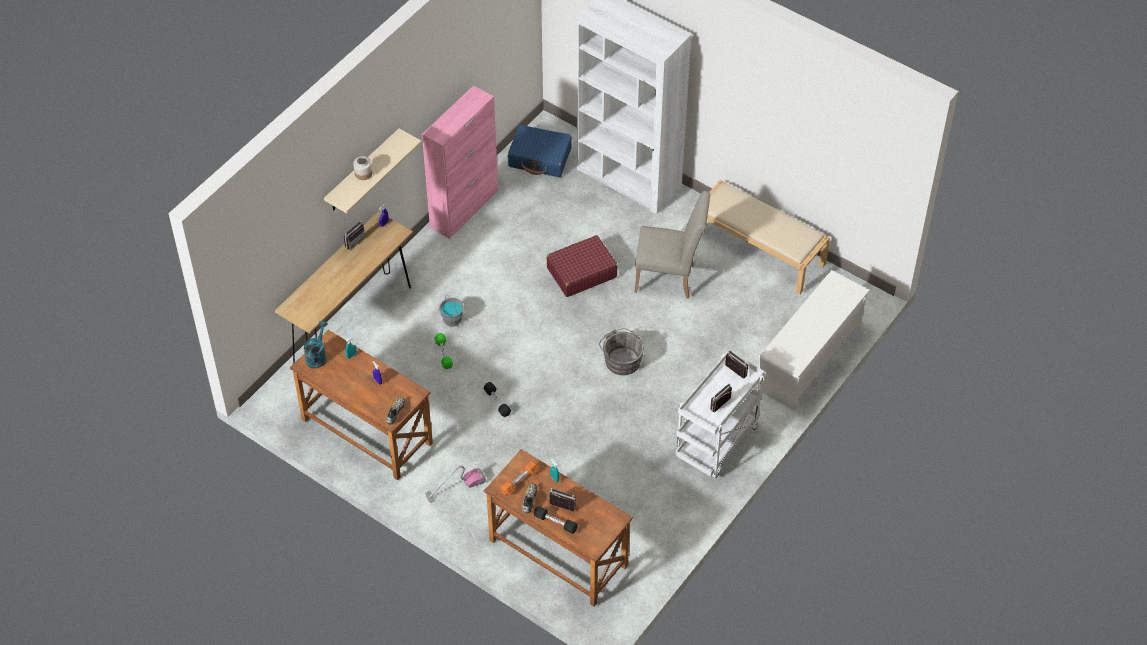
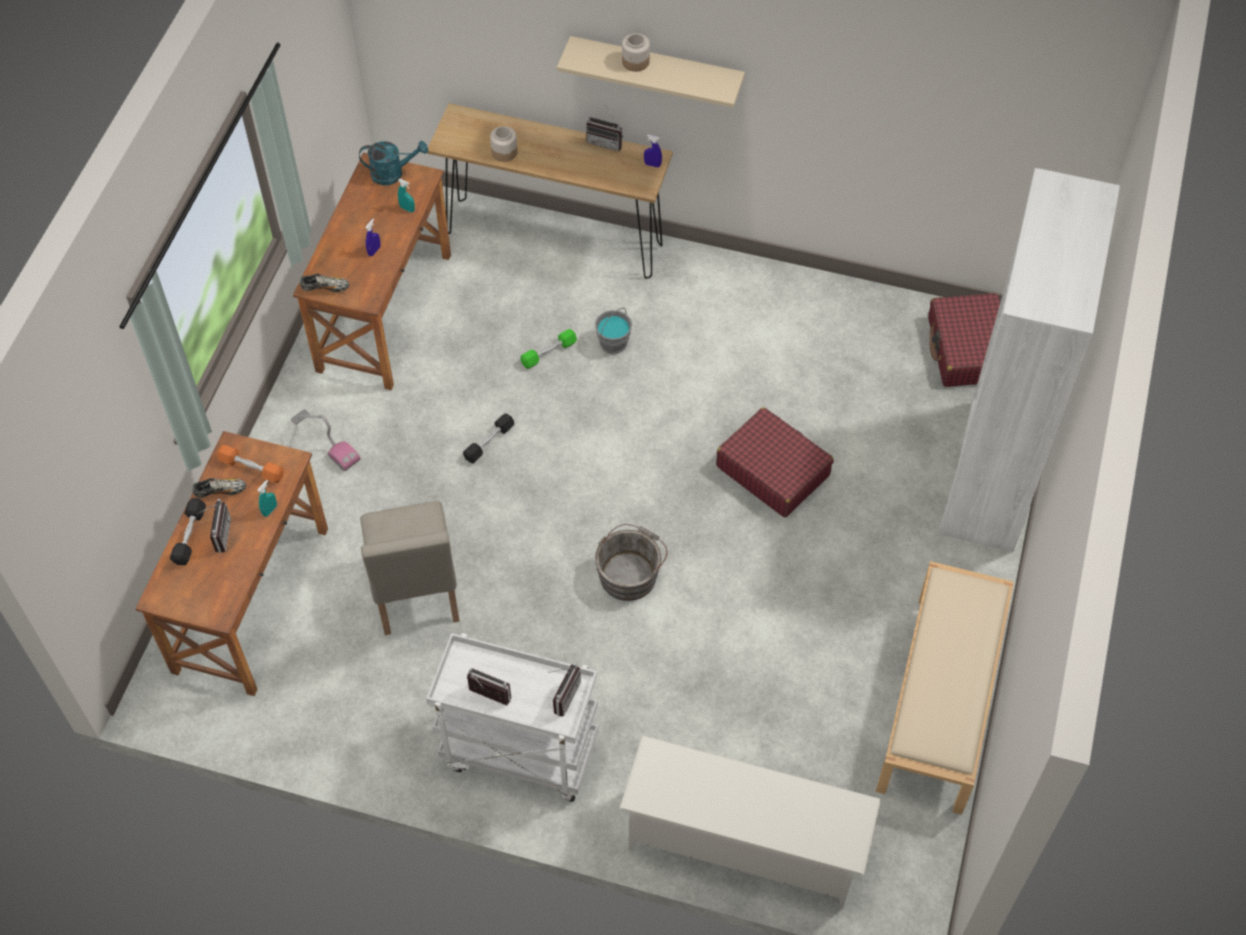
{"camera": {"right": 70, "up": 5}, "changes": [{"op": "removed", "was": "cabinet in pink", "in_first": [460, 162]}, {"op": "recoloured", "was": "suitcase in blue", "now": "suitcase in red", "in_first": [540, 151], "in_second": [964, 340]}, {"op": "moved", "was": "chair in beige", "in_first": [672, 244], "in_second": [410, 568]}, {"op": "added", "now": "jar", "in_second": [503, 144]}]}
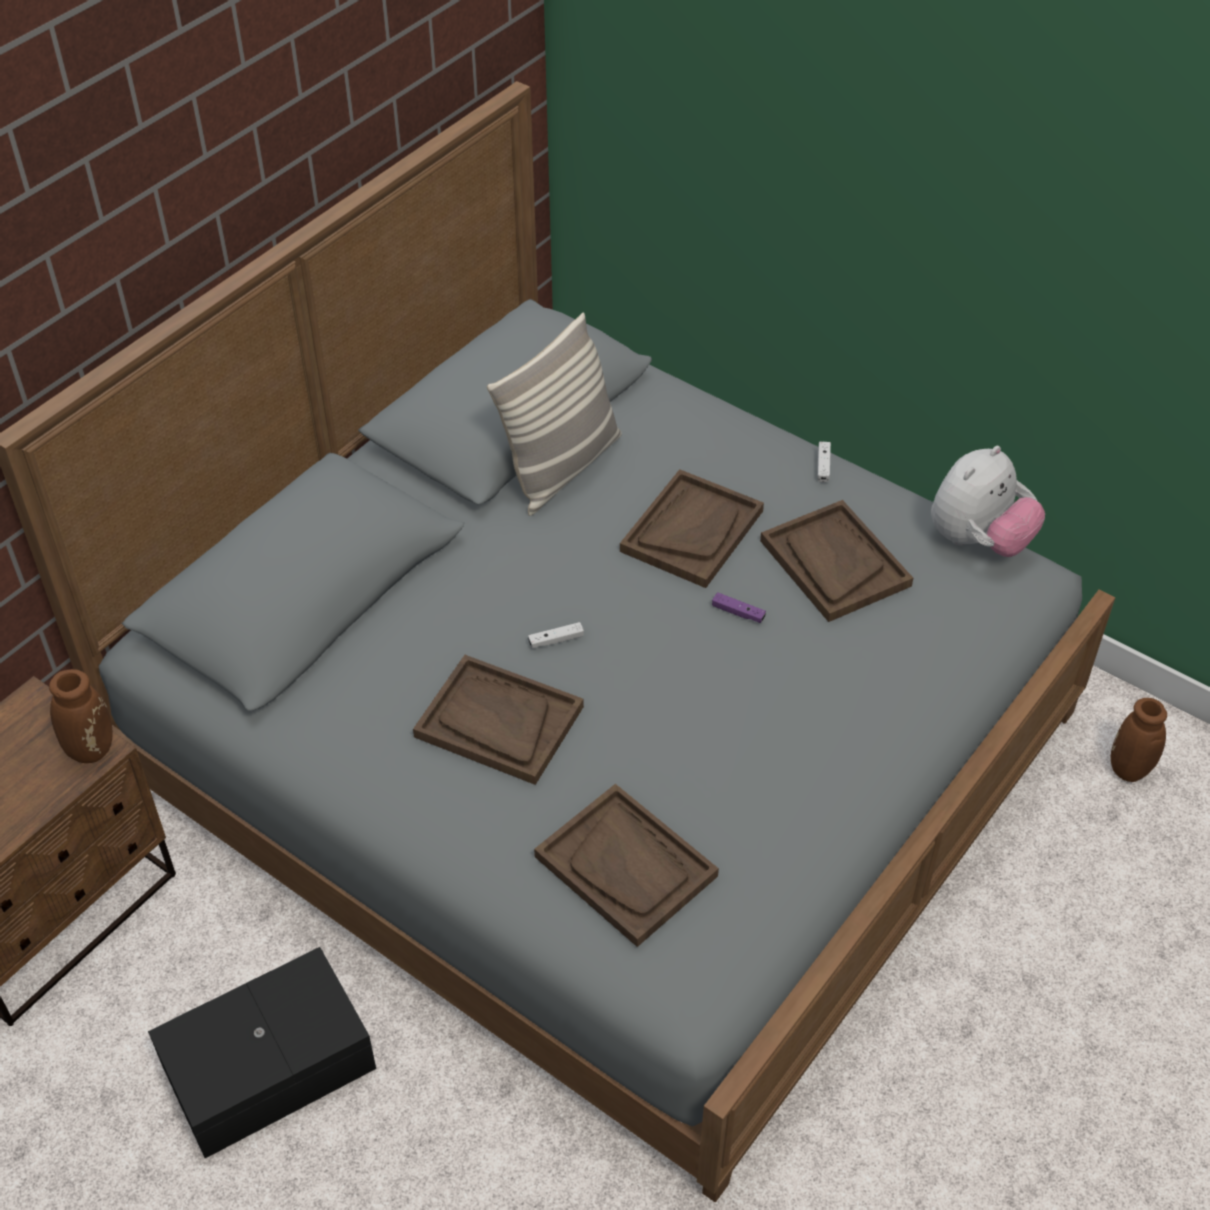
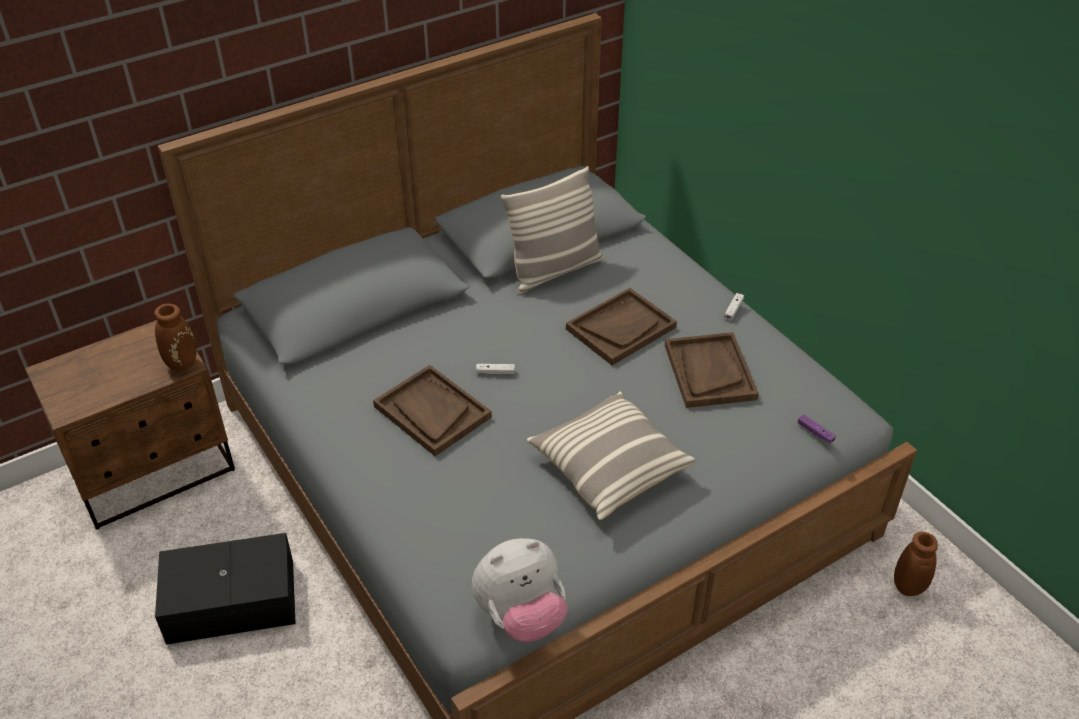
{"camera": {"right": 20, "up": -5}, "changes": [{"op": "removed", "was": "tray in brown", "in_first": [626, 865]}, {"op": "moved", "was": "game controller in purple", "in_first": [739, 607], "in_second": [817, 429]}, {"op": "moved", "was": "plush toy", "in_first": [988, 501], "in_second": [519, 590]}, {"op": "added", "now": "pillow", "in_second": [611, 456]}]}
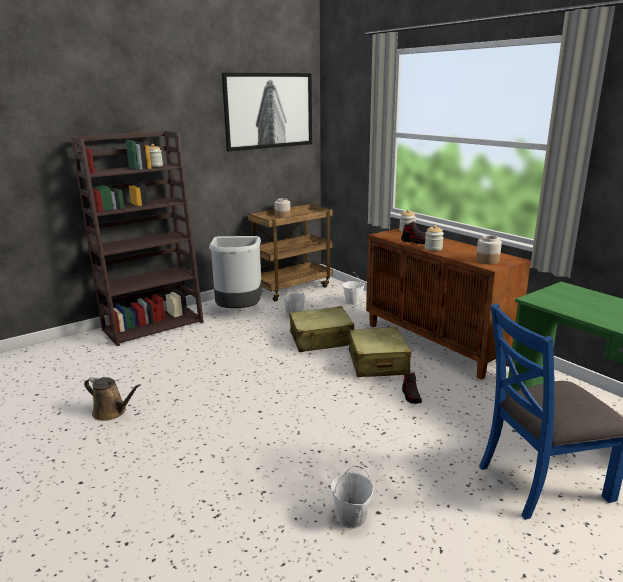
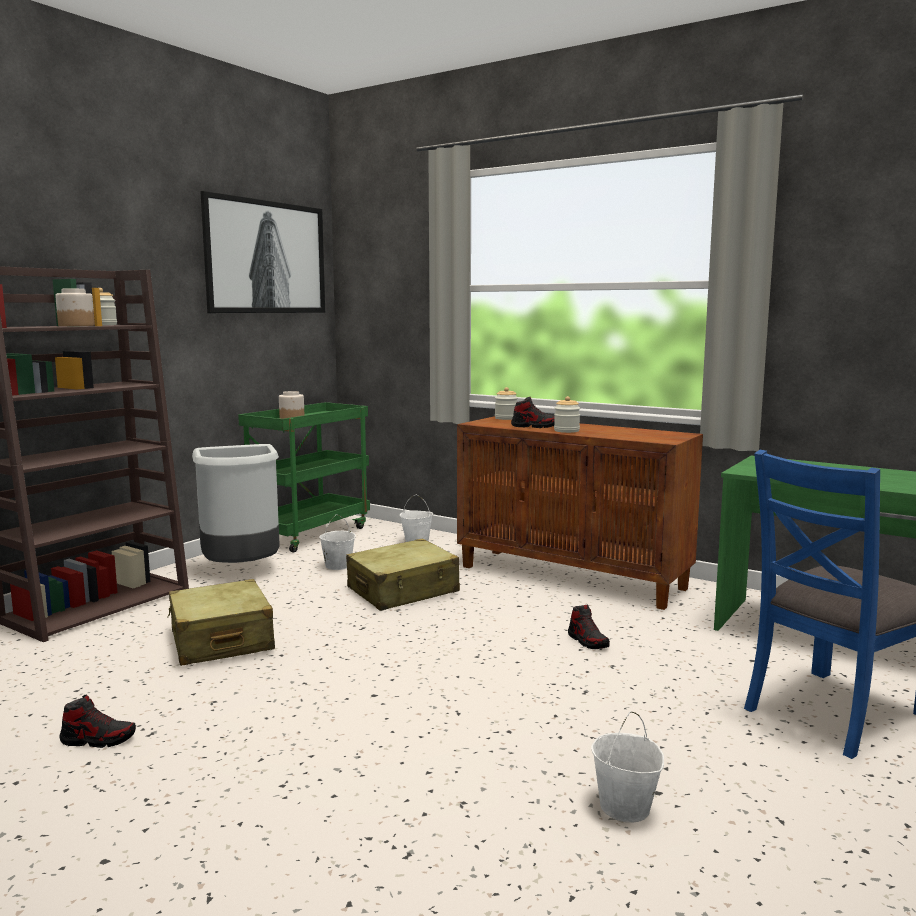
{"camera": {"right": -20, "up": -10}, "changes": [{"op": "replaced", "was": "watering can in brown", "now": "shoe", "in_first": [112, 399], "in_second": [98, 721]}, {"op": "recoloured", "was": "cart in brown", "now": "cart in green", "in_first": [290, 253], "in_second": [304, 477]}, {"op": "moved", "was": "suitcase in beige", "in_first": [379, 352], "in_second": [221, 622]}, {"op": "moved", "was": "jar", "in_first": [489, 249], "in_second": [75, 307]}]}
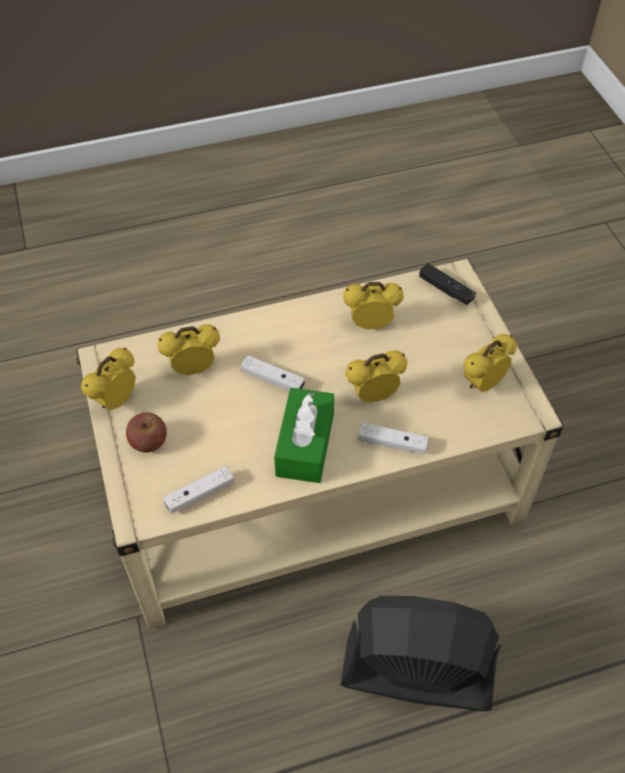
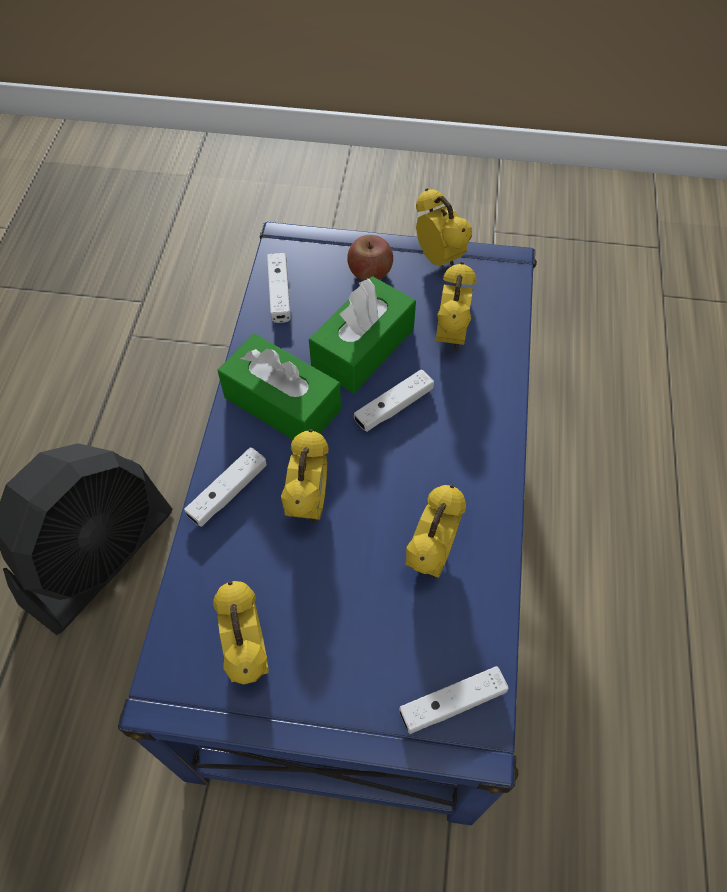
{"camera": {"right": 115, "up": 5}, "changes": [{"op": "recoloured", "was": "coffee table in beige", "now": "coffee table in blue", "in_first": [320, 443], "in_second": [327, 523]}, {"op": "recoloured", "was": "game controller in black", "now": "game controller in white", "in_first": [447, 284], "in_second": [454, 700]}, {"op": "added", "now": "tissue box in green", "in_second": [362, 334]}]}
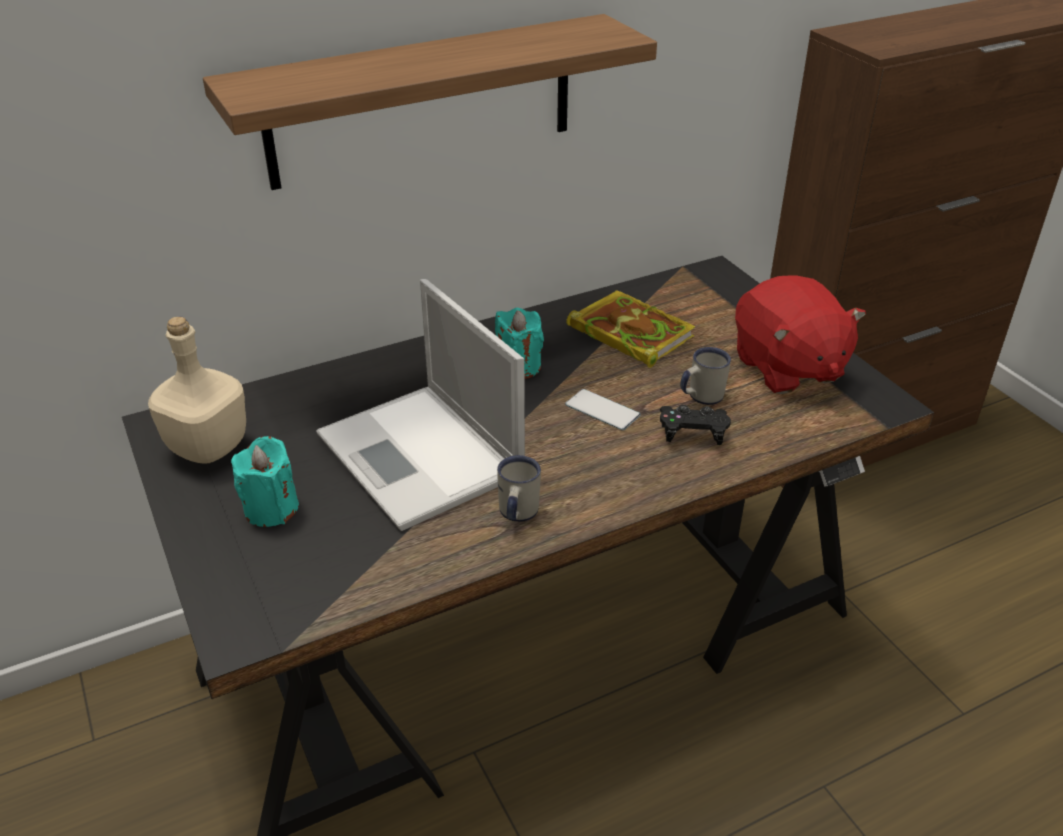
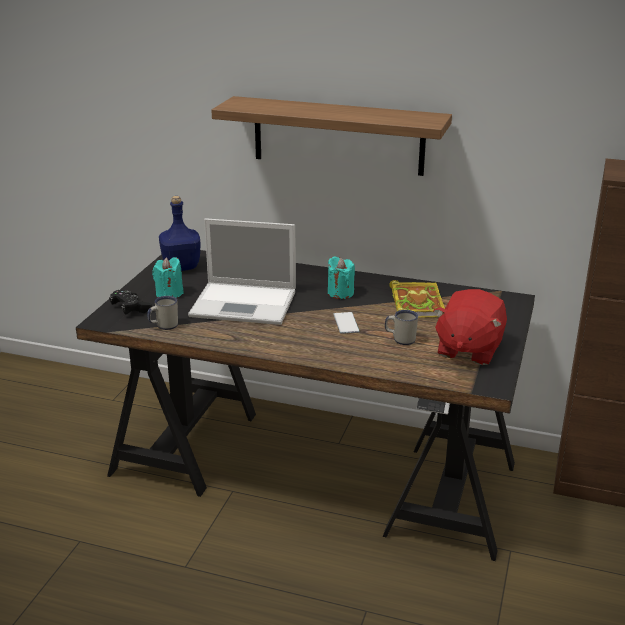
{"camera": {"right": 45, "up": -10}, "changes": [{"op": "recoloured", "was": "bottle in beige", "now": "bottle in blue", "in_first": [197, 390], "in_second": [180, 233]}, {"op": "turned", "was": "laptop", "in_first": [420, 405], "in_second": [242, 271], "clockwise": -90}, {"op": "moved", "was": "mug in white", "in_first": [519, 488], "in_second": [162, 313]}, {"op": "moved", "was": "game controller in black", "in_first": [695, 425], "in_second": [130, 302]}]}
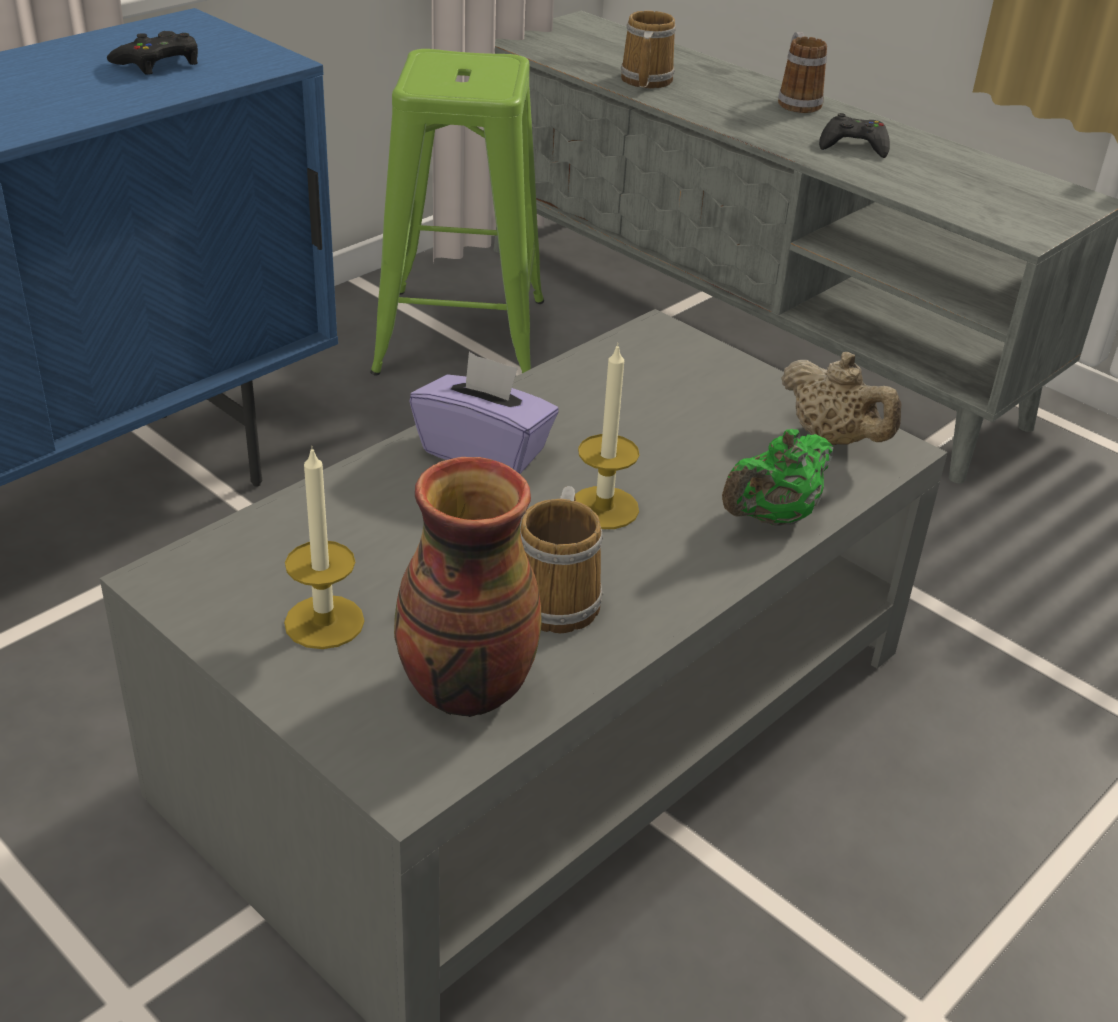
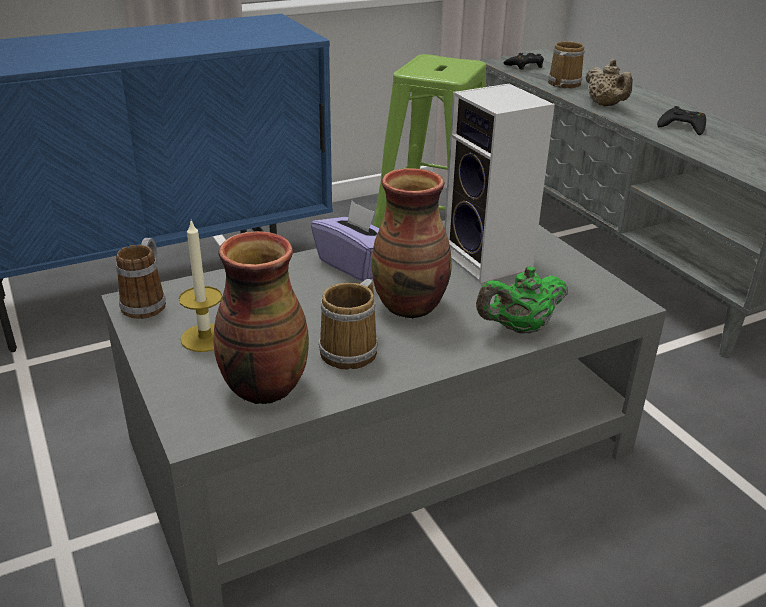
{"camera": {"right": 20, "up": -5}, "changes": [{"op": "moved", "was": "game controller in black", "in_first": [152, 53], "in_second": [524, 61]}, {"op": "replaced", "was": "candle", "now": "vase", "in_first": [607, 436], "in_second": [411, 243]}, {"op": "moved", "was": "mug", "in_first": [802, 72], "in_second": [141, 278]}, {"op": "moved", "was": "teapot in beige", "in_first": [841, 398], "in_second": [609, 82]}, {"op": "added", "now": "speaker", "in_second": [499, 183]}]}
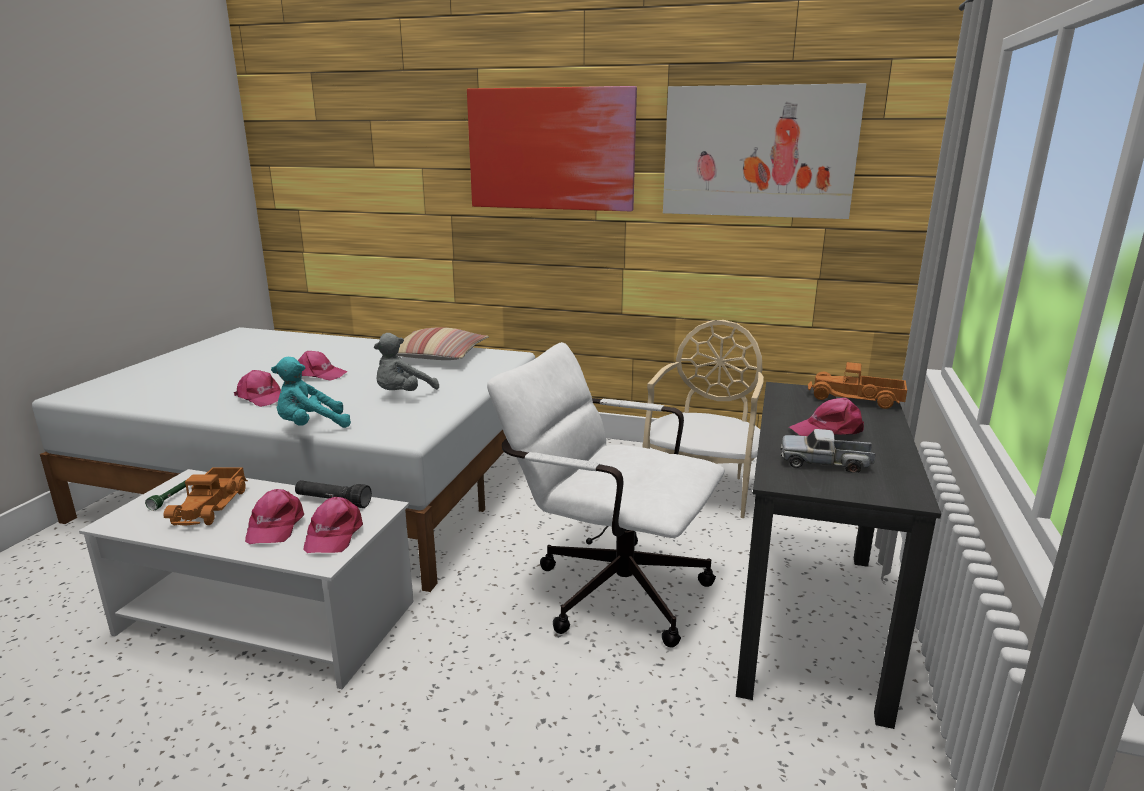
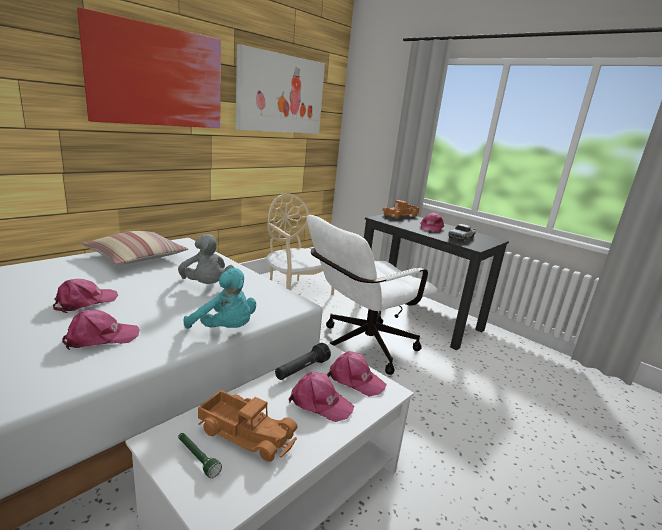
{"camera": {"right": -65, "up": 0}, "changes": [{"op": "turned", "was": "plush toy in turquoise", "in_first": [311, 392], "in_second": [220, 298], "clockwise": -60}]}
